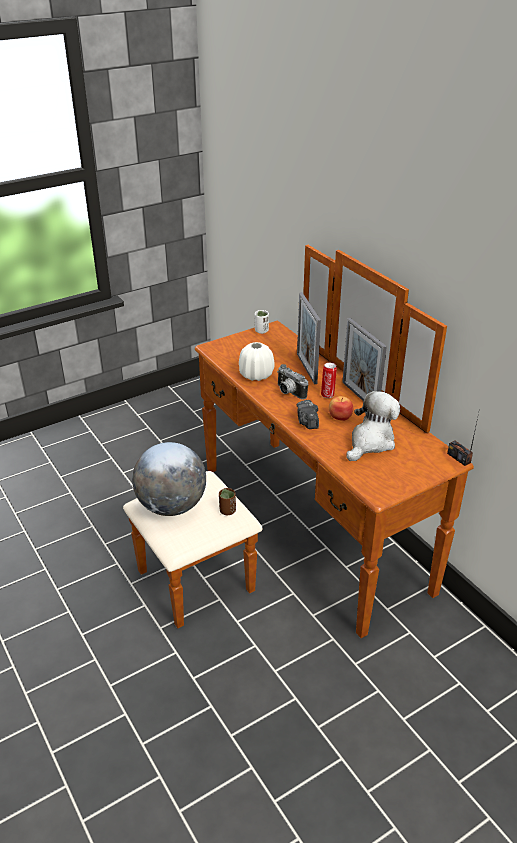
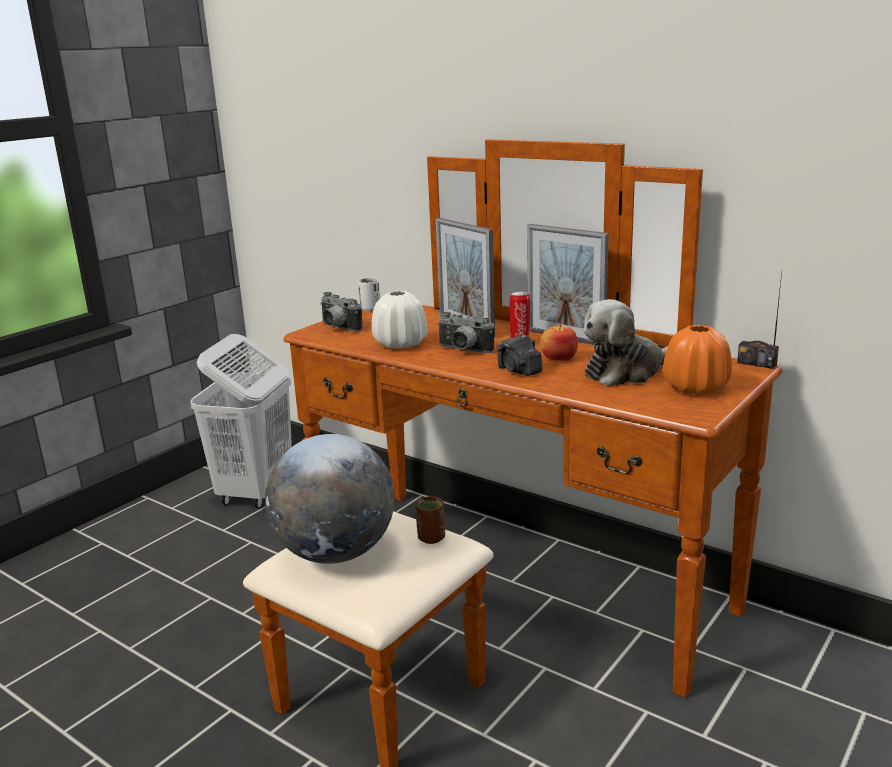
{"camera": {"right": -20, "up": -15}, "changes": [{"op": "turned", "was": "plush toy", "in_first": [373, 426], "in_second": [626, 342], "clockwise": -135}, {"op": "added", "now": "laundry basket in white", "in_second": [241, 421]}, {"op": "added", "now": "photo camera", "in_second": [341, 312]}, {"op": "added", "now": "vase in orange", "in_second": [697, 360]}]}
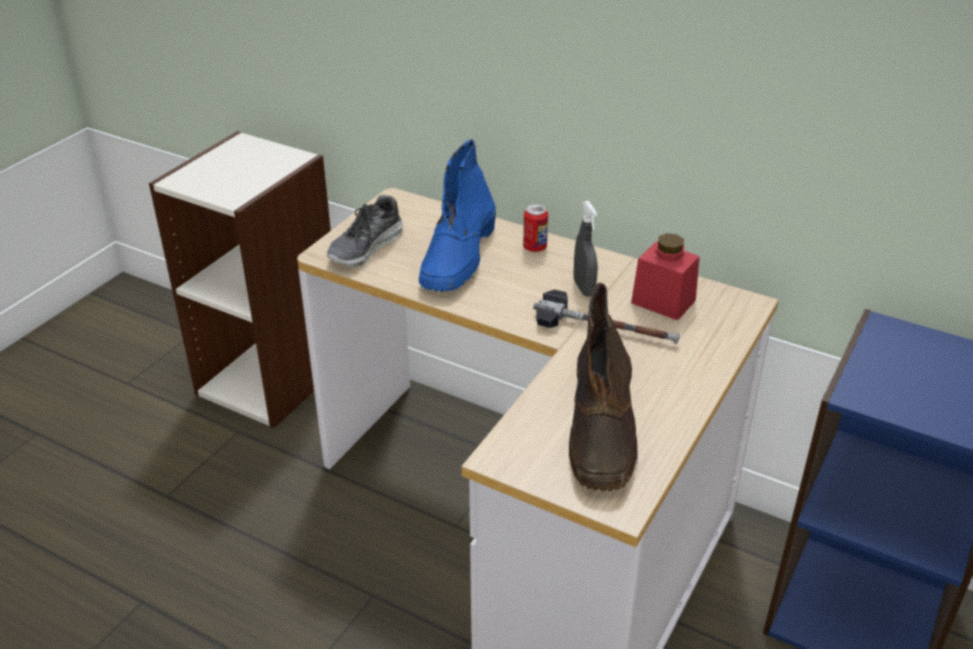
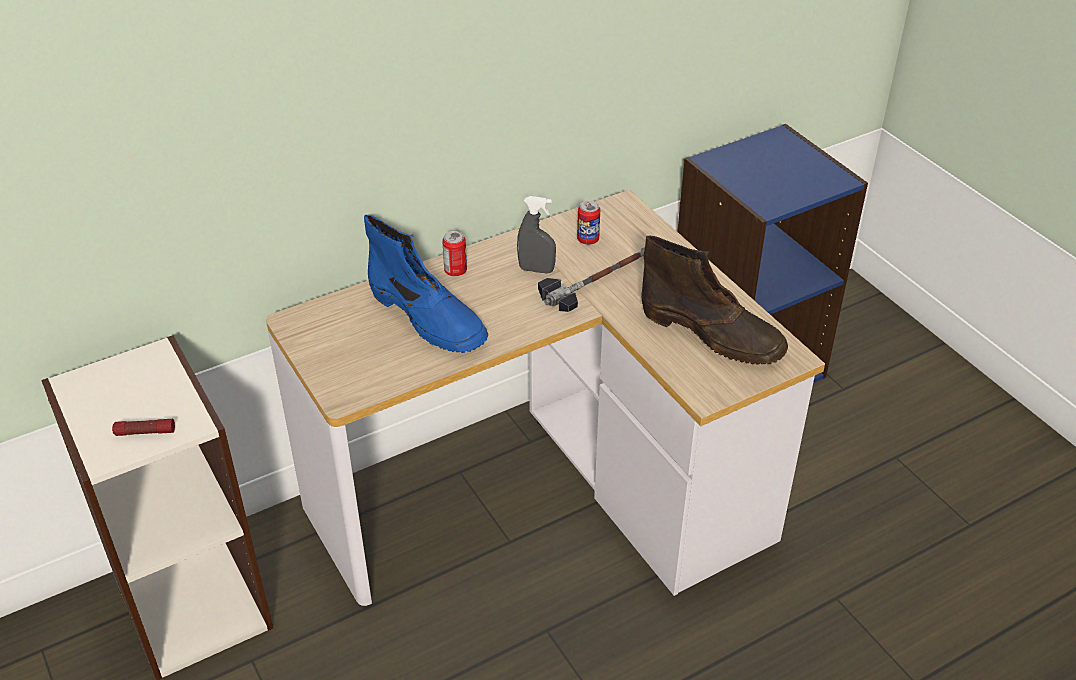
{"camera": {"right": -60, "up": 5}, "changes": [{"op": "removed", "was": "shoe", "in_first": [364, 231]}, {"op": "replaced", "was": "jar in red", "now": "can", "in_first": [665, 277], "in_second": [588, 222]}, {"op": "added", "now": "flashlight", "in_second": [143, 427]}]}
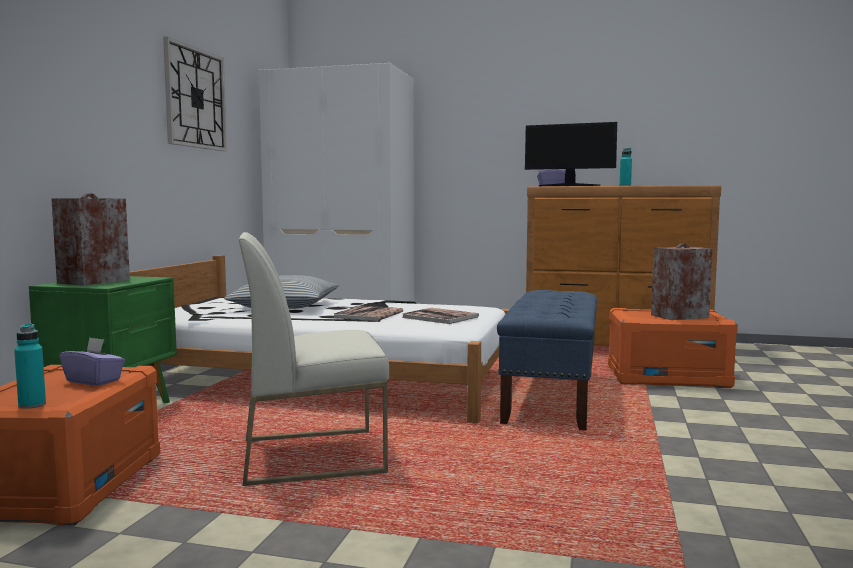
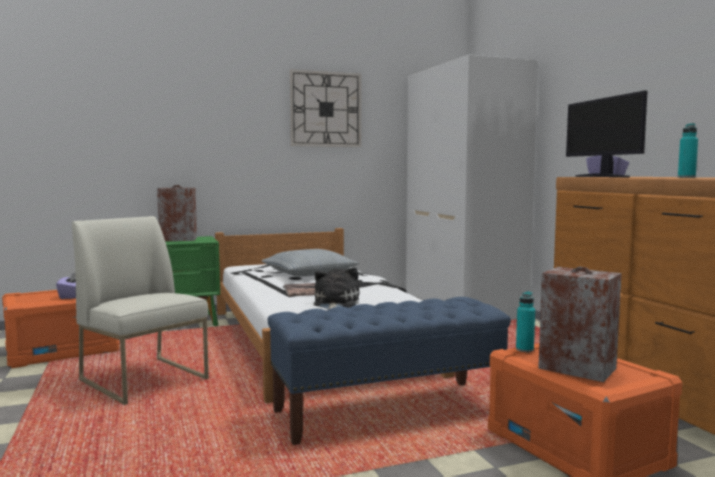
{"camera": {"right": 55, "up": 0}, "changes": [{"op": "moved", "was": "bottle in turquoise", "in_first": [30, 366], "in_second": [525, 321]}, {"op": "replaced", "was": "book", "now": "plush toy", "in_first": [440, 316], "in_second": [336, 288]}]}
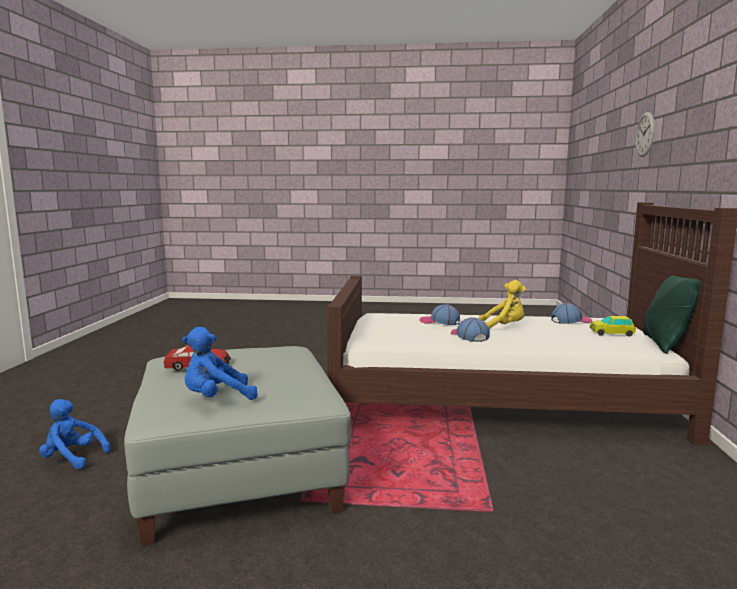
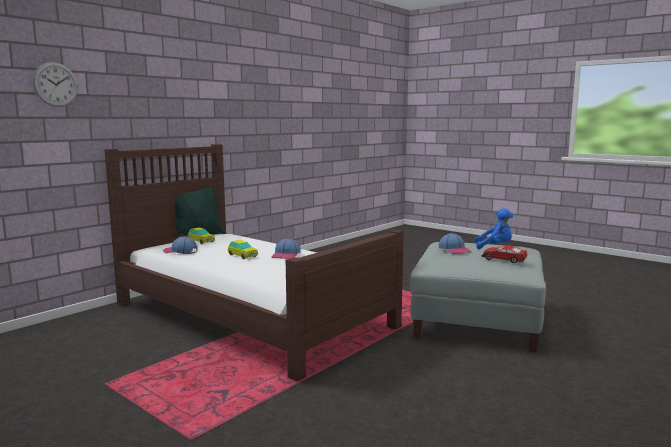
{"camera": {"right": -145, "up": 0}, "changes": [{"op": "removed", "was": "plush toy in blue", "in_first": [75, 434]}, {"op": "moved", "was": "cap", "in_first": [439, 314], "in_second": [455, 243]}, {"op": "replaced", "was": "plush toy in yellow", "now": "toy car", "in_first": [502, 305], "in_second": [243, 249]}]}
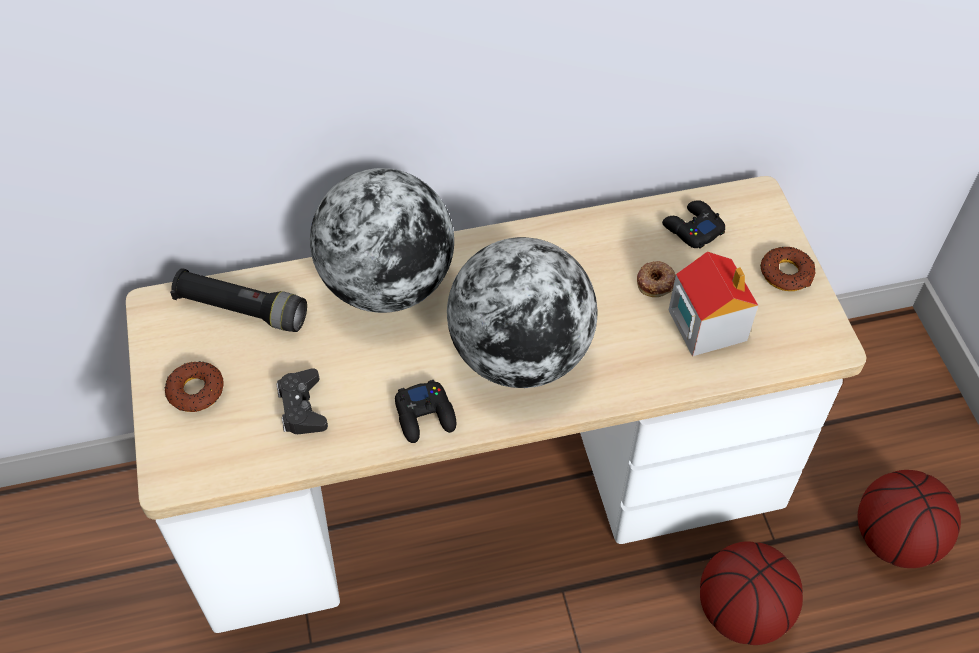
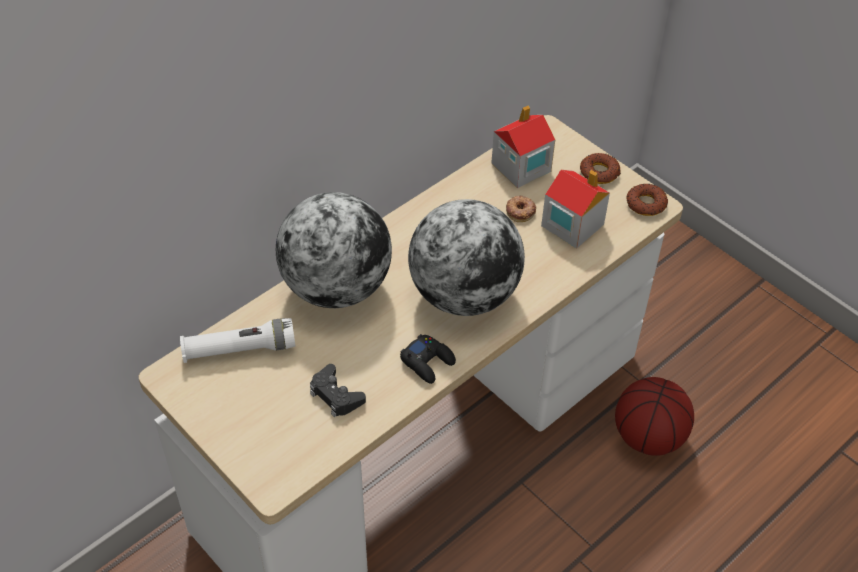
{"camera": {"right": -30, "up": -5}, "changes": [{"op": "moved", "was": "donut", "in_first": [194, 386], "in_second": [647, 199]}, {"op": "recoloured", "was": "flashlight in black", "now": "flashlight in white", "in_first": [238, 300], "in_second": [237, 340]}, {"op": "replaced", "was": "game controller in black", "now": "toy house", "in_first": [694, 224], "in_second": [523, 146]}, {"op": "removed", "was": "basketball", "in_first": [909, 519]}]}
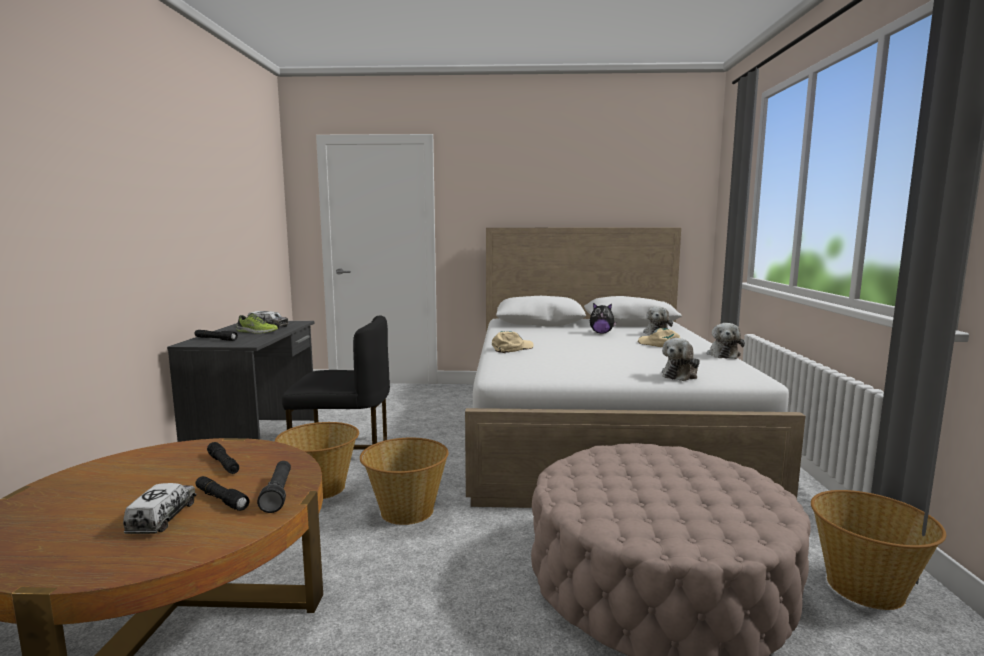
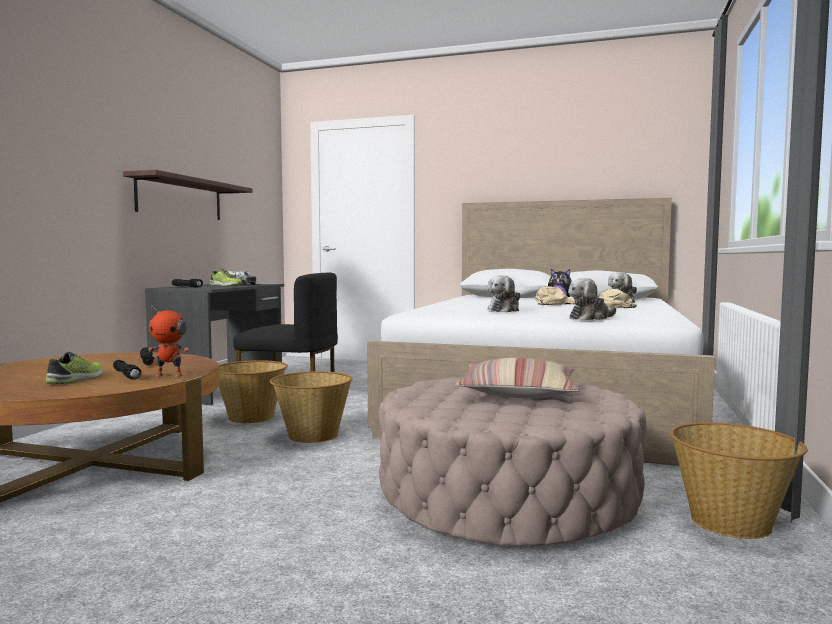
{"camera": {"right": 15, "up": -5}, "changes": [{"op": "replaced", "was": "toy truck", "now": "shoe", "in_first": [159, 508], "in_second": [74, 368]}, {"op": "replaced", "was": "flashlight in black", "now": "toy robot", "in_first": [274, 487], "in_second": [169, 341]}, {"op": "moved", "was": "cap in beige", "in_first": [513, 342], "in_second": [555, 295]}, {"op": "moved", "was": "plush toy", "in_first": [726, 341], "in_second": [504, 293]}, {"op": "added", "now": "shelf", "in_second": [188, 195]}, {"op": "added", "now": "pillow", "in_second": [518, 378]}]}
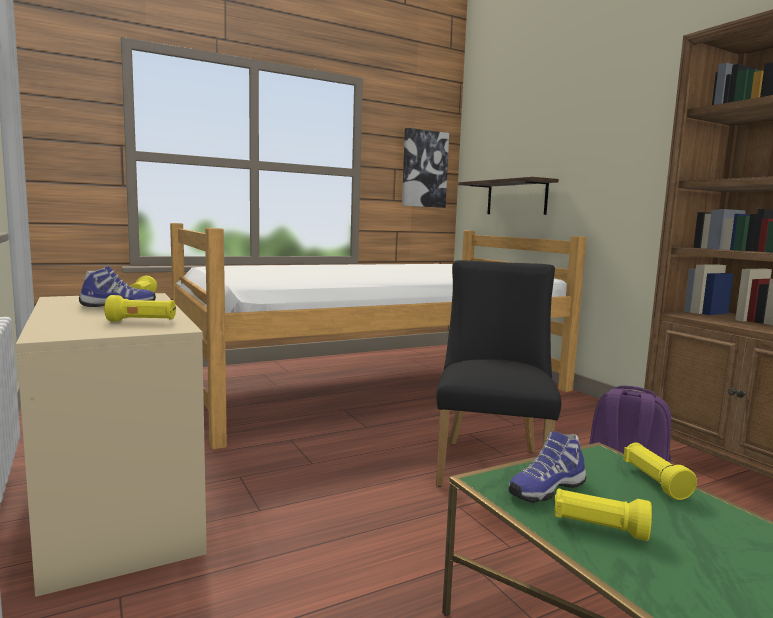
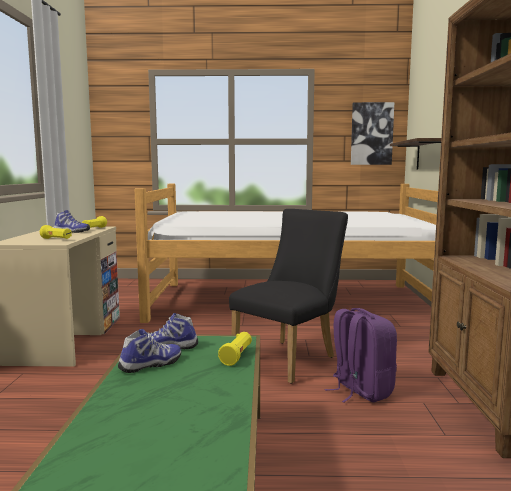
{"camera": {"right": 30, "up": 0}, "changes": [{"op": "replaced", "was": "flashlight in yellow", "now": "shoe", "in_first": [603, 514], "in_second": [149, 351]}]}
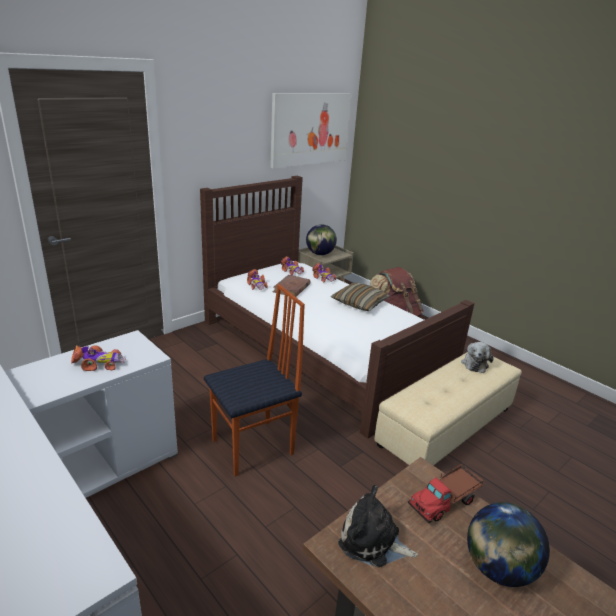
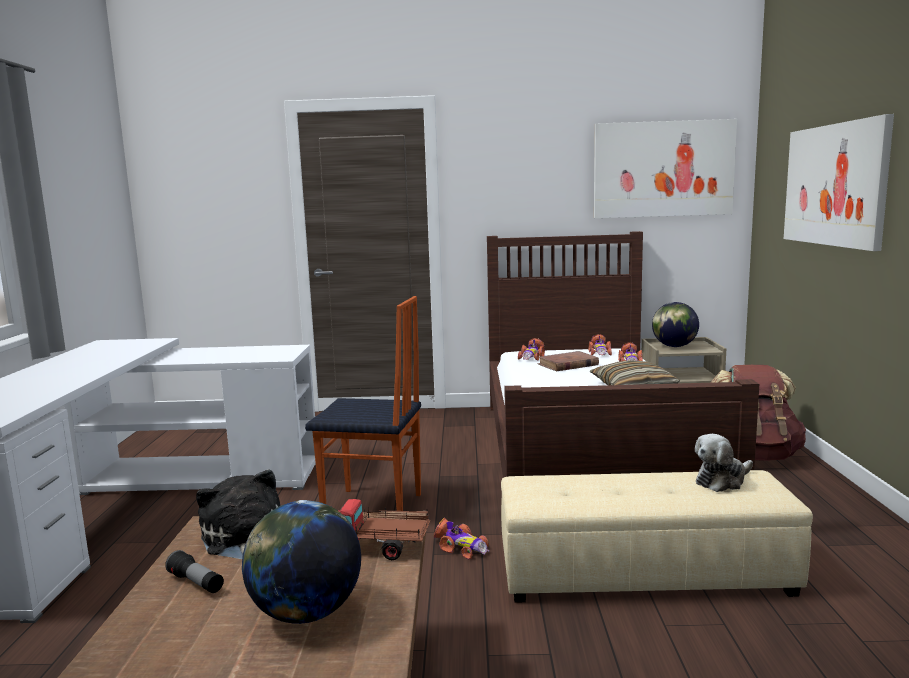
{"camera": {"right": 45, "up": -15}, "changes": [{"op": "moved", "was": "toy car", "in_first": [98, 358], "in_second": [462, 539]}, {"op": "added", "now": "flashlight", "in_second": [194, 571]}, {"op": "added", "now": "picture", "in_second": [839, 182]}]}
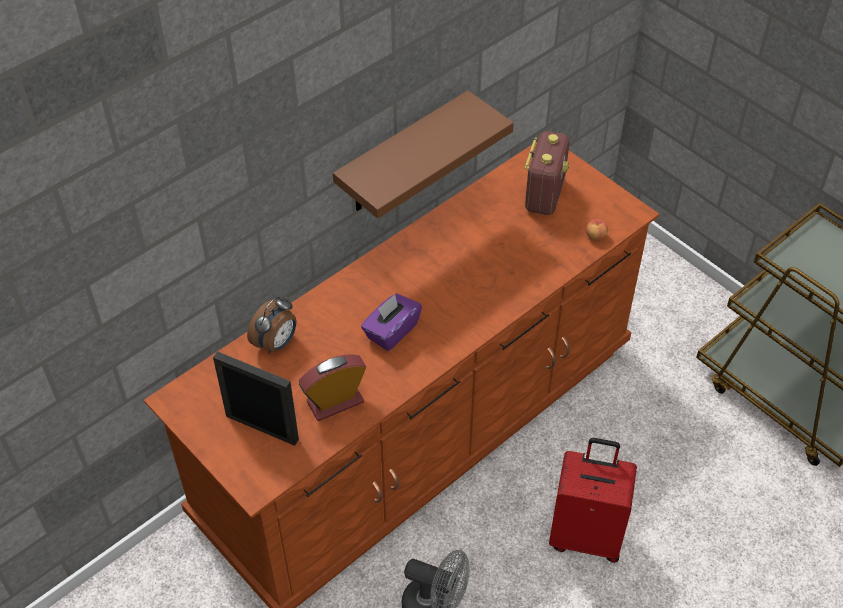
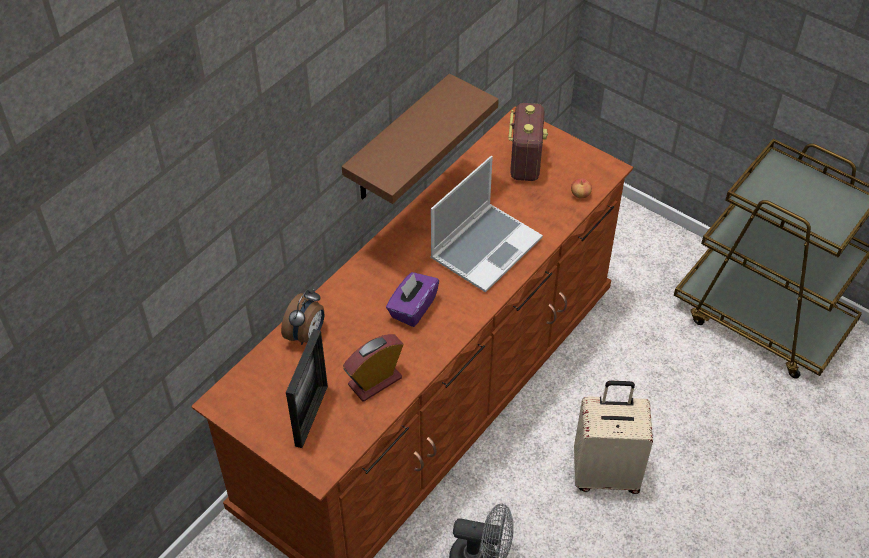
{"camera": {"right": -10, "up": 0}, "changes": [{"op": "turned", "was": "picture frame", "in_first": [256, 398], "in_second": [307, 388], "clockwise": 90}, {"op": "recoloured", "was": "suitcase in red", "now": "suitcase in beige", "in_first": [593, 500], "in_second": [613, 437]}, {"op": "added", "now": "laptop", "in_second": [486, 224]}]}
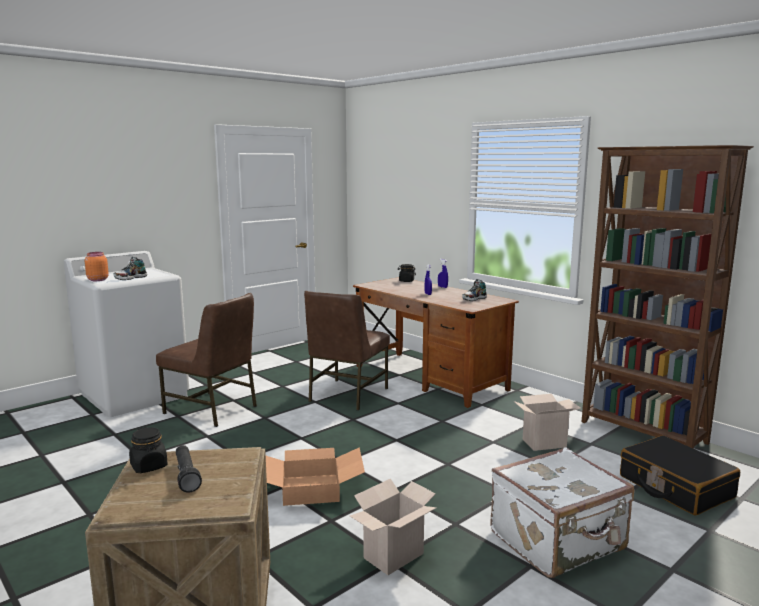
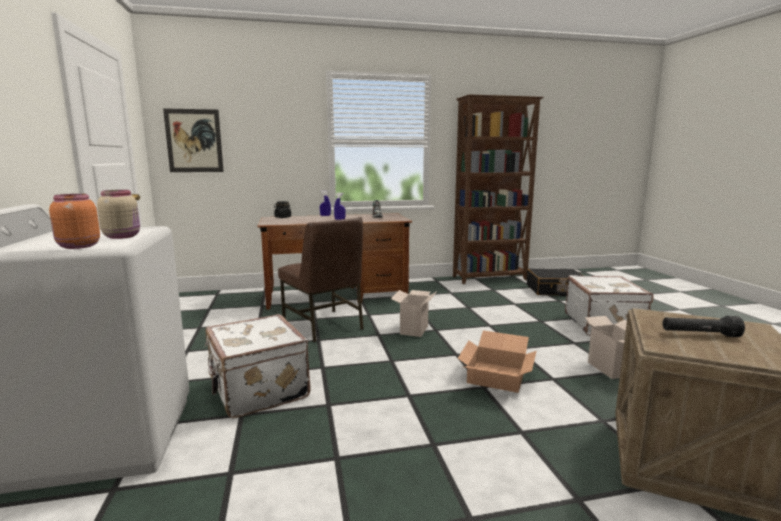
{"camera": {"right": -60, "up": 0}, "changes": [{"op": "replaced", "was": "shoe", "now": "jar in beige", "in_first": [130, 268], "in_second": [118, 214]}, {"op": "removed", "was": "jar in black", "in_first": [148, 450]}, {"op": "replaced", "was": "chair in brown", "now": "suitcase in white", "in_first": [206, 360], "in_second": [257, 366]}, {"op": "moved", "was": "cardboard box", "in_first": [547, 422], "in_second": [414, 313]}, {"op": "added", "now": "picture", "in_second": [193, 140]}]}
